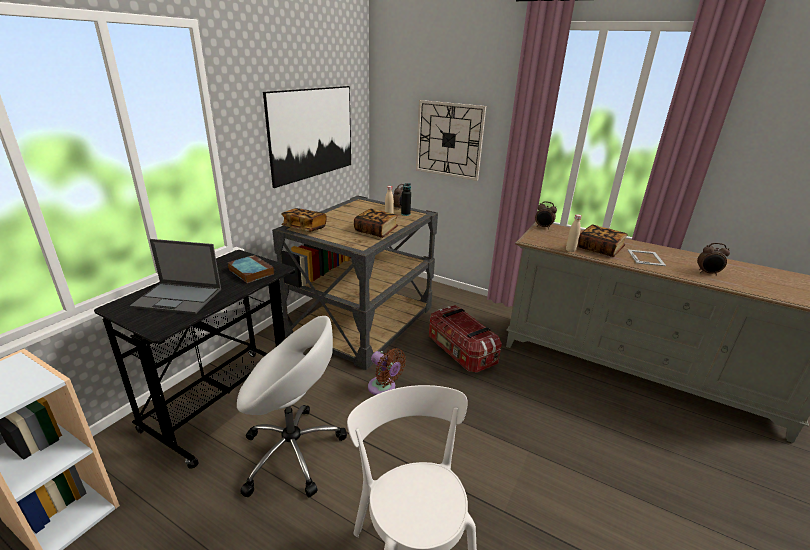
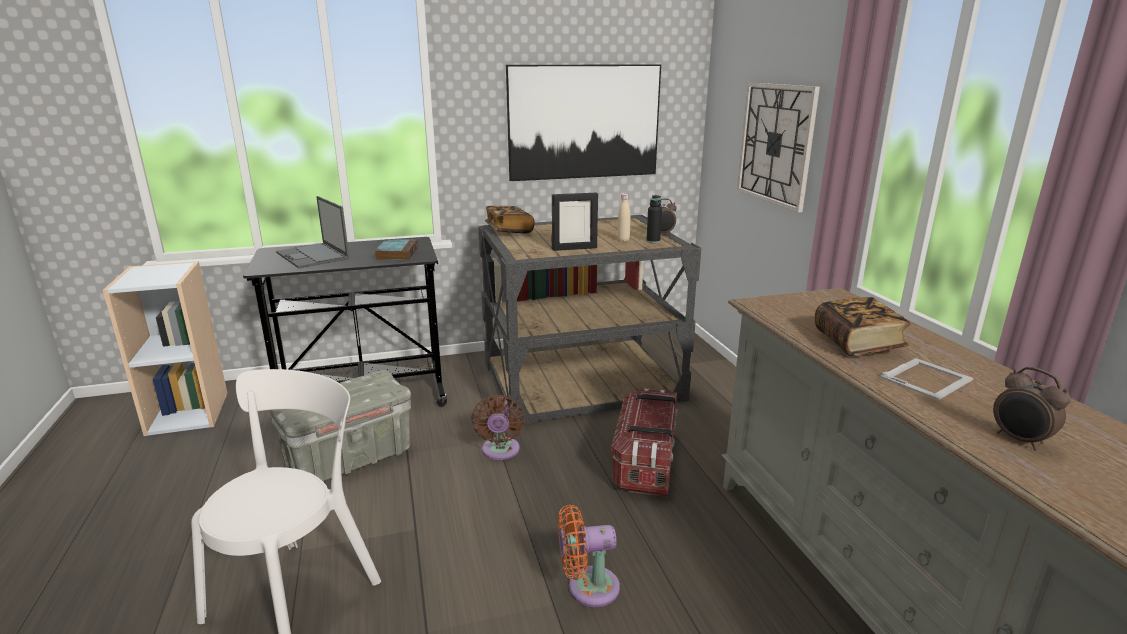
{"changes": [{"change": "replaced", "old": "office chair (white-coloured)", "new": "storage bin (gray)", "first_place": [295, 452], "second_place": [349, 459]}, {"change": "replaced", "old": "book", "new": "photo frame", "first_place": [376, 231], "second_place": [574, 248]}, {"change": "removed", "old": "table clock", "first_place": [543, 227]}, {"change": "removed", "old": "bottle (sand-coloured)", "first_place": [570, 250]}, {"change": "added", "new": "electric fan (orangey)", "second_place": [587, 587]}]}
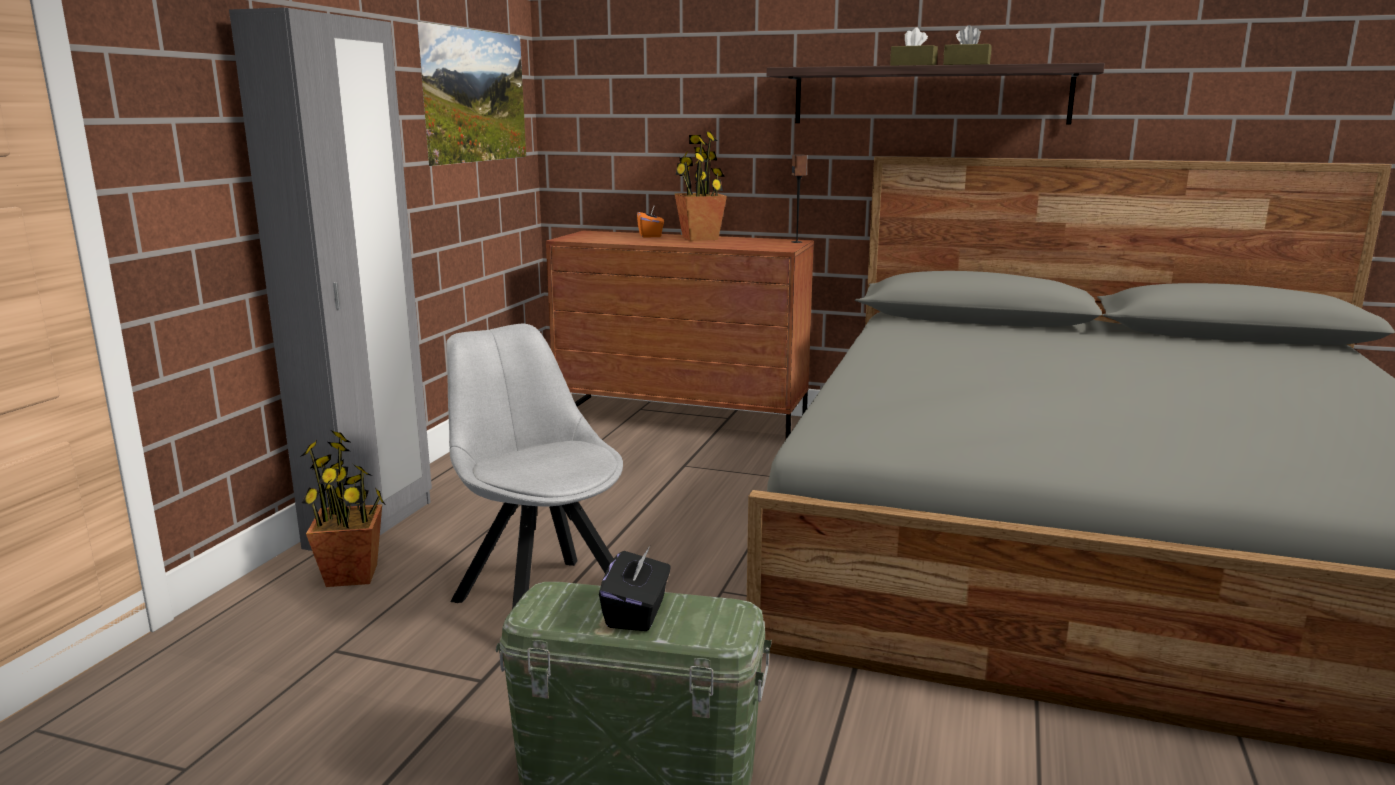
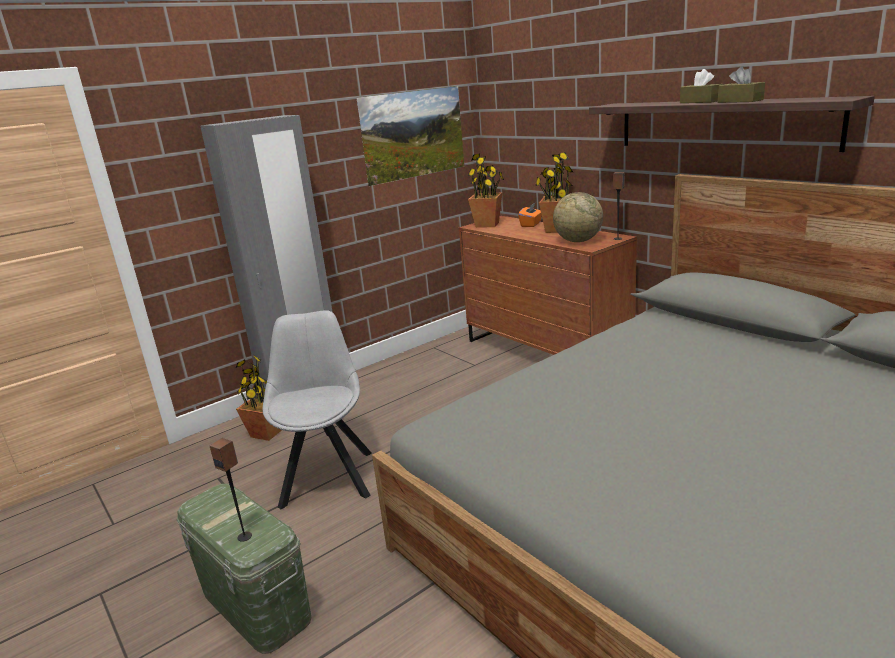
{"changes": [{"change": "removed", "old": "tissue box (black)", "first_place": [637, 613]}, {"change": "added", "new": "loudspeaker", "second_place": [245, 536]}, {"change": "added", "new": "potted plant", "second_place": [487, 224]}, {"change": "added", "new": "world globe", "second_place": [578, 241]}]}
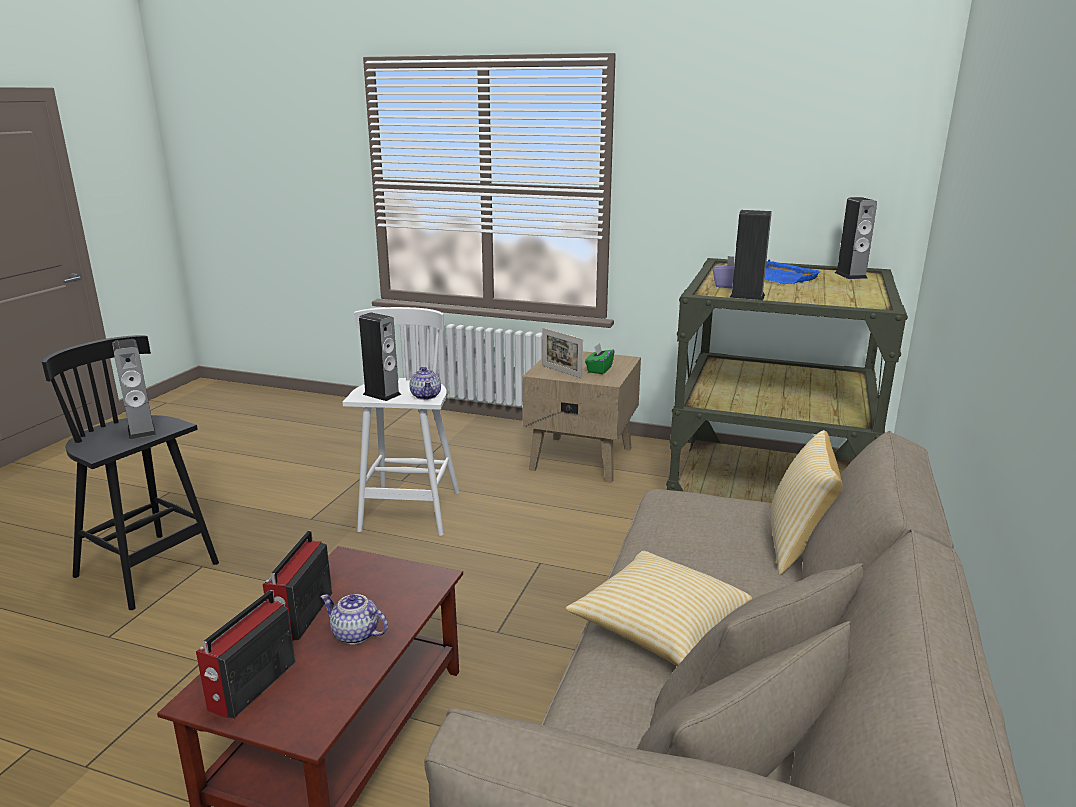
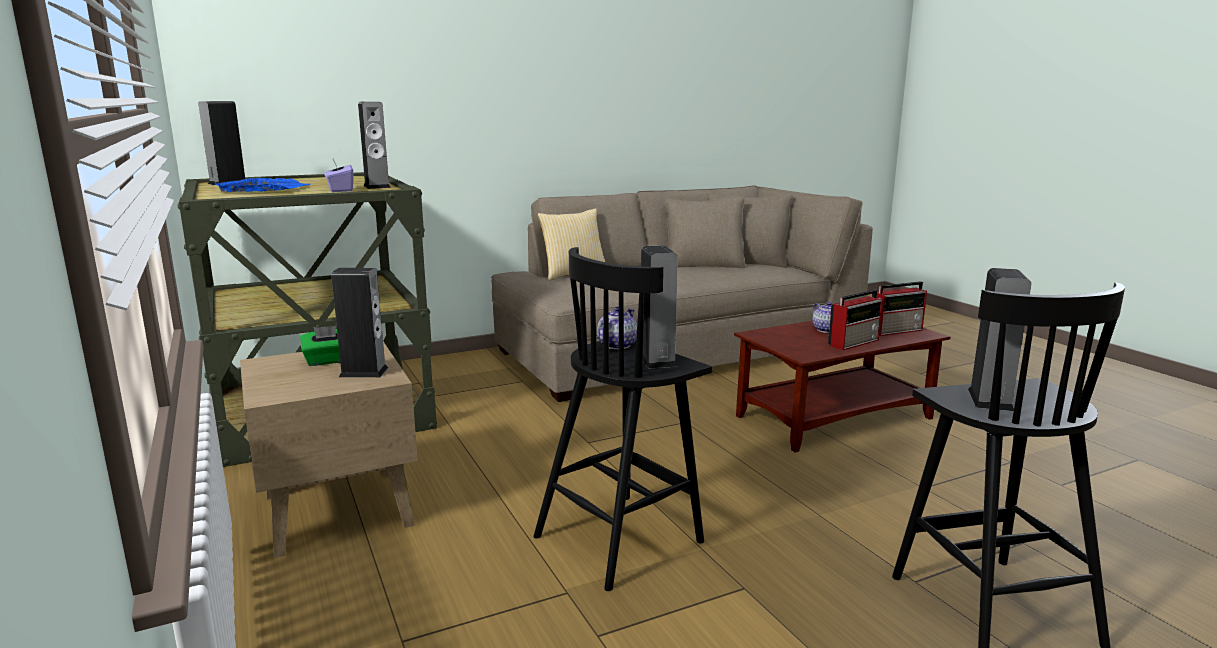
{"changes": [{"change": "recoloured", "old": "stool (white-coloured)", "new": "stool (black)", "first_place": [410, 513], "second_place": [622, 536]}, {"change": "replaced", "old": "photo frame", "new": "loudspeaker", "first_place": [561, 371], "second_place": [363, 372]}, {"change": "removed", "old": "throw pillow", "first_place": [659, 626]}]}
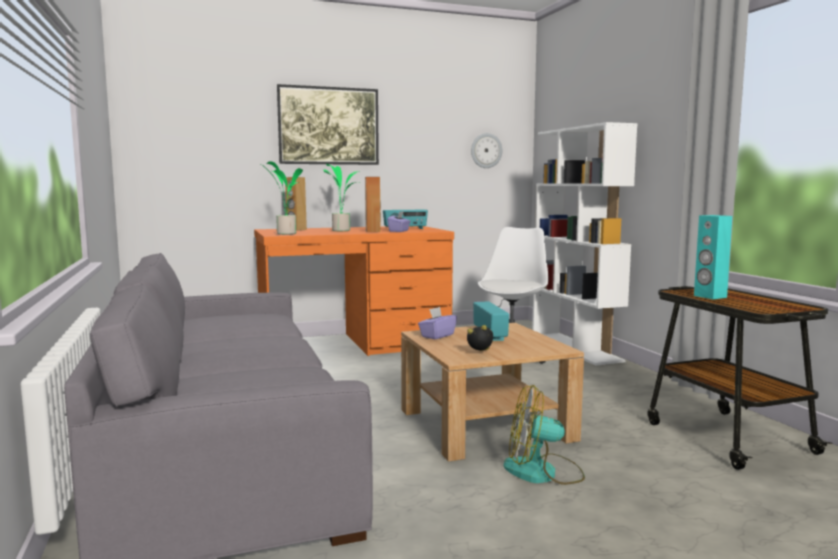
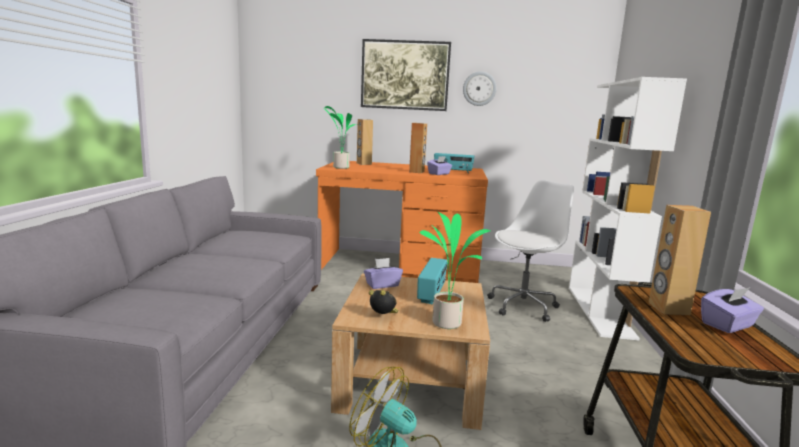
{"changes": [{"change": "moved", "old": "potted plant", "first_place": [341, 230], "second_place": [447, 322]}, {"change": "moved", "old": "wall clock", "first_place": [486, 150], "second_place": [479, 88]}, {"change": "recoloured", "old": "loudspeaker (turquoise-coloured)", "new": "loudspeaker (brown)", "first_place": [709, 296], "second_place": [668, 308]}, {"change": "added", "new": "tissue box (purple)", "second_place": [728, 325]}]}
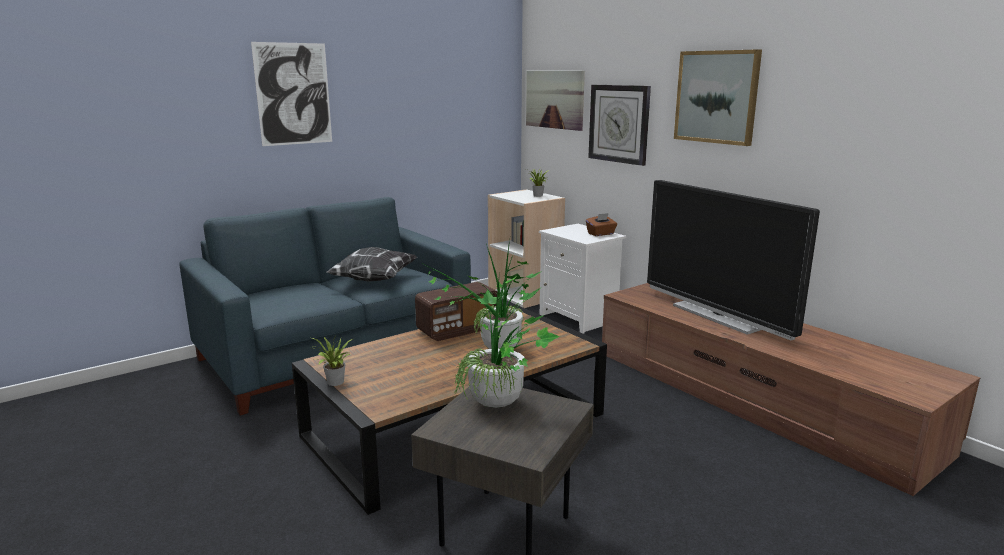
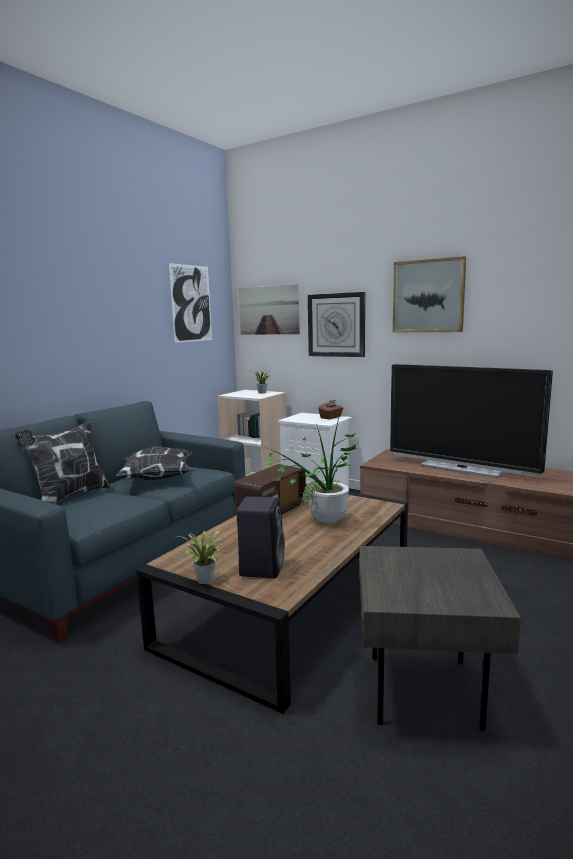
{"changes": [{"change": "moved", "old": "picture", "first_place": [293, 94], "second_place": [191, 303]}, {"change": "removed", "old": "potted plant", "first_place": [501, 407]}, {"change": "added", "new": "throw pillow", "second_place": [70, 497]}, {"change": "added", "new": "loudspeaker (black)", "second_place": [262, 567]}]}
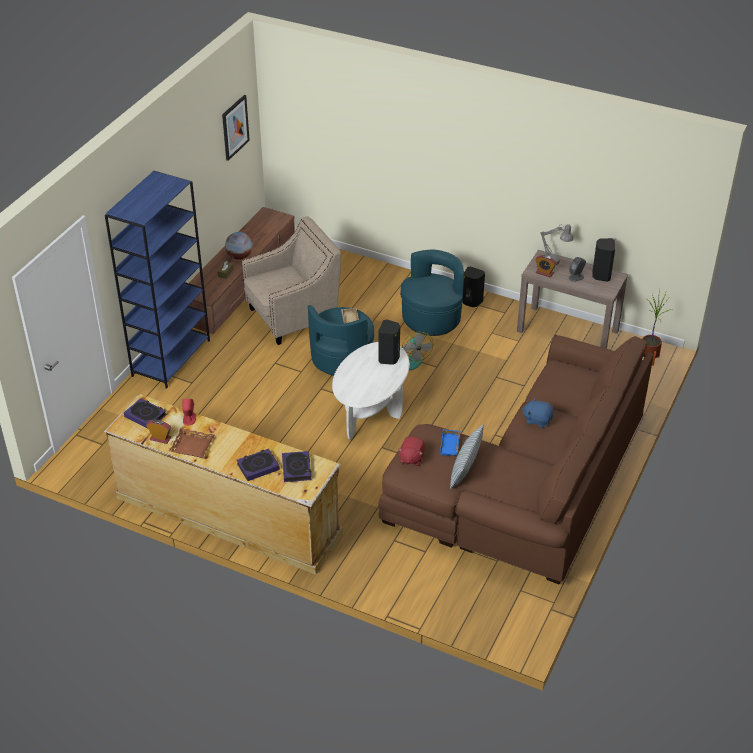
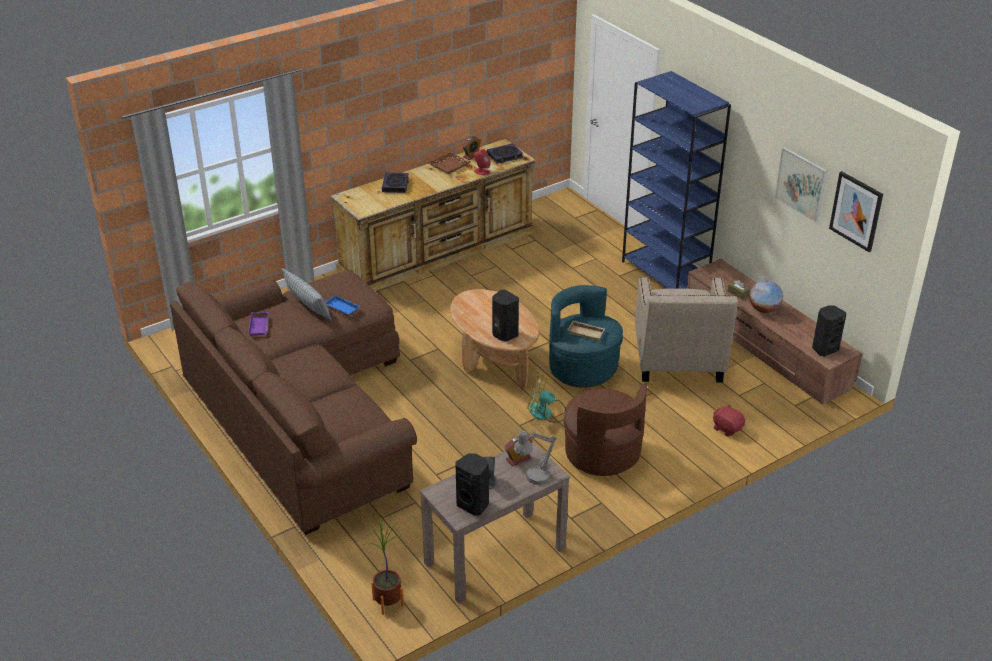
{"changes": [{"change": "removed", "old": "book", "first_place": [296, 469]}, {"change": "recoloured", "old": "coffee table (white-coloured)", "new": "coffee table (brown)", "first_place": [371, 409], "second_place": [494, 360]}, {"change": "moved", "old": "soft toy (reddish)", "first_place": [411, 458], "second_place": [727, 428]}, {"change": "recoloured", "old": "lounge chair (turquoise-coloured)", "new": "lounge chair (brown)", "first_place": [431, 319], "second_place": [602, 453]}, {"change": "moved", "old": "loudspeaker (black)", "first_place": [471, 302], "second_place": [824, 349]}, {"change": "removed", "old": "soft toy (blue)", "first_place": [537, 420]}, {"change": "added", "new": "carrying tray (purple)", "second_place": [260, 326]}, {"change": "added", "new": "picture", "second_place": [801, 184]}]}
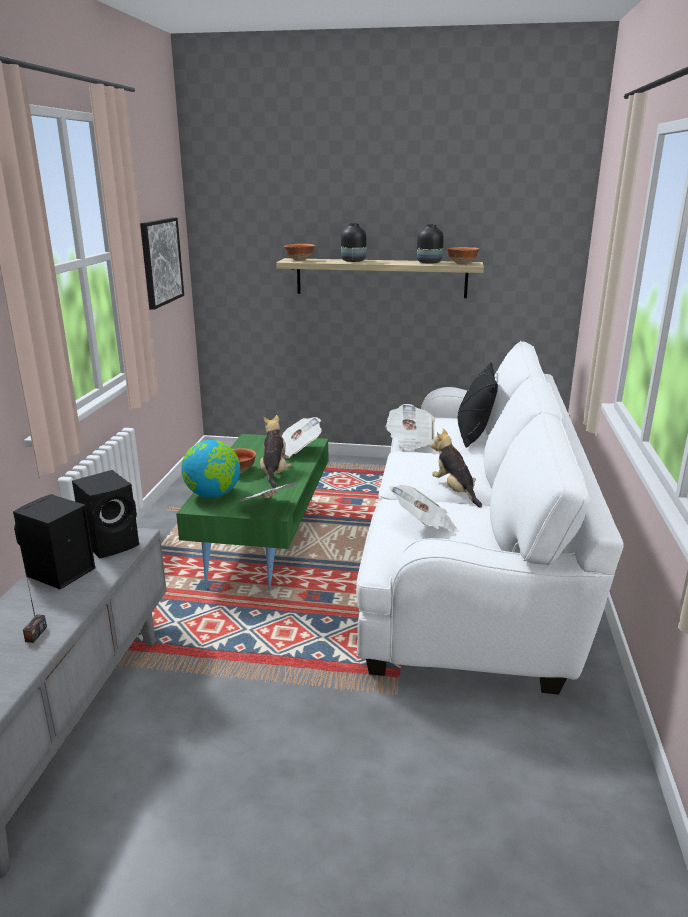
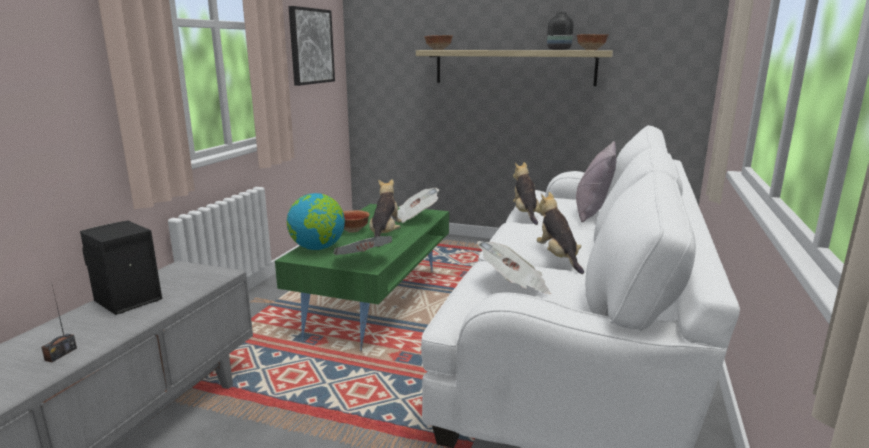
{"changes": [{"change": "removed", "old": "loudspeaker (black)", "first_place": [112, 543]}, {"change": "removed", "old": "vase (black)", "first_place": [353, 261]}, {"change": "replaced", "old": "newspaper", "new": "soft toy", "first_place": [410, 441], "second_place": [526, 214]}, {"change": "recoloured", "old": "throw pillow (black)", "new": "throw pillow (purple)", "first_place": [473, 436], "second_place": [592, 214]}]}
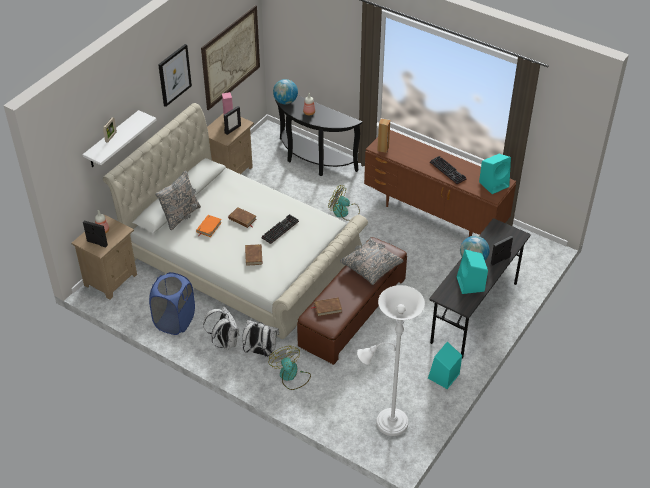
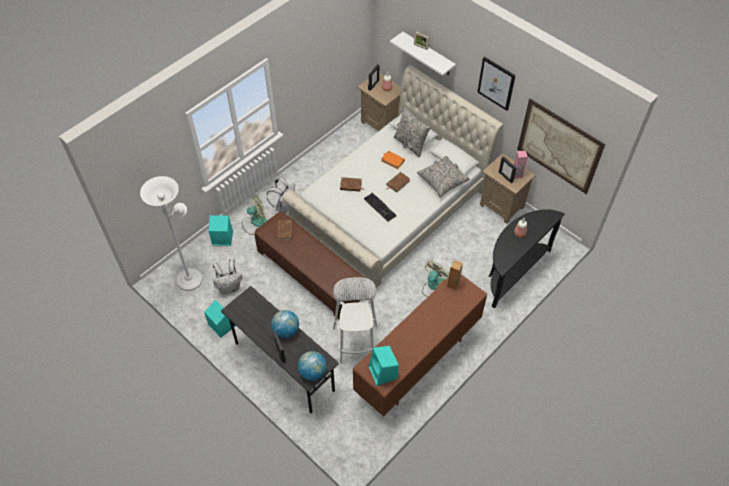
{"changes": [{"change": "removed", "old": "hamper (blue)", "first_place": [175, 321]}, {"change": "moved", "old": "rucksack (white-coloured)", "first_place": [225, 342], "second_place": [230, 287]}, {"change": "moved", "old": "world globe", "first_place": [285, 101], "second_place": [312, 372]}, {"change": "moved", "old": "throw pillow (gray)", "first_place": [371, 267], "second_place": [442, 181]}, {"change": "removed", "old": "keyboard", "first_place": [449, 171]}, {"change": "moved", "old": "loudspeaker (turquoise-coloured)", "first_place": [471, 284], "second_place": [222, 238]}, {"change": "added", "new": "stool (white-coloured)", "second_place": [356, 343]}]}
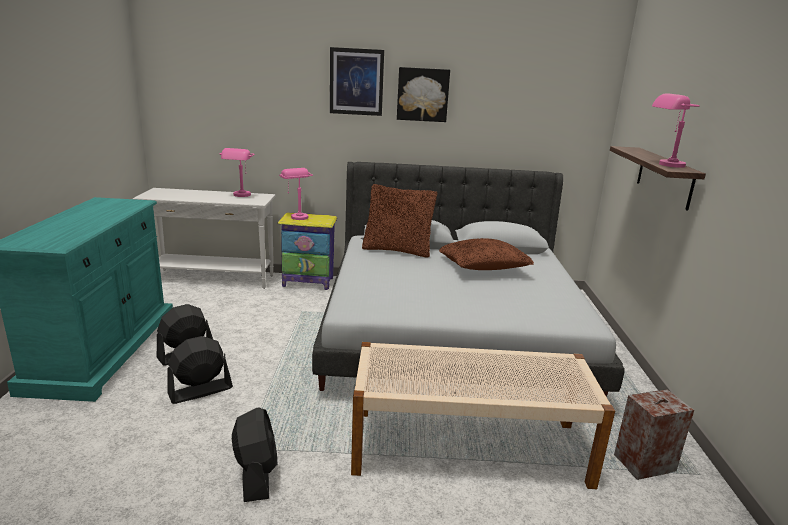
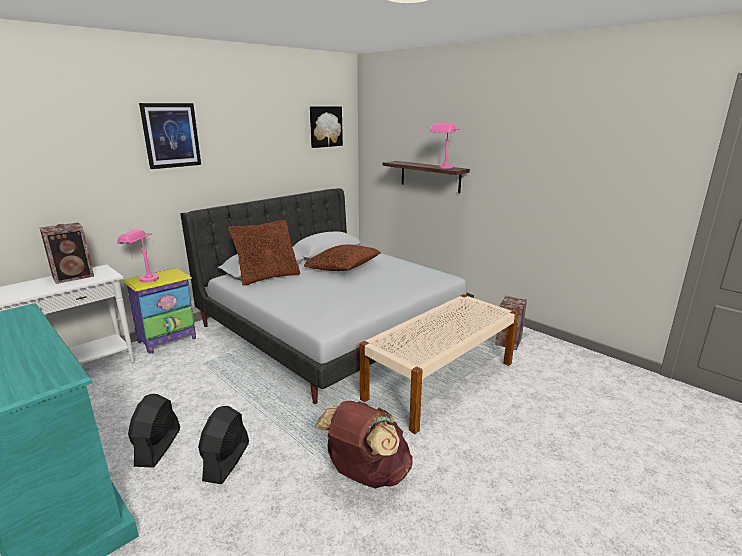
{"changes": [{"change": "replaced", "old": "table lamp (pinkish)", "new": "loudspeaker", "first_place": [240, 196], "second_place": [75, 276]}, {"change": "replaced", "old": "electric fan (black)", "new": "rucksack (brown)", "first_place": [256, 474], "second_place": [366, 475]}, {"change": "moved", "old": "picture", "first_place": [422, 94], "second_place": [325, 126]}]}
